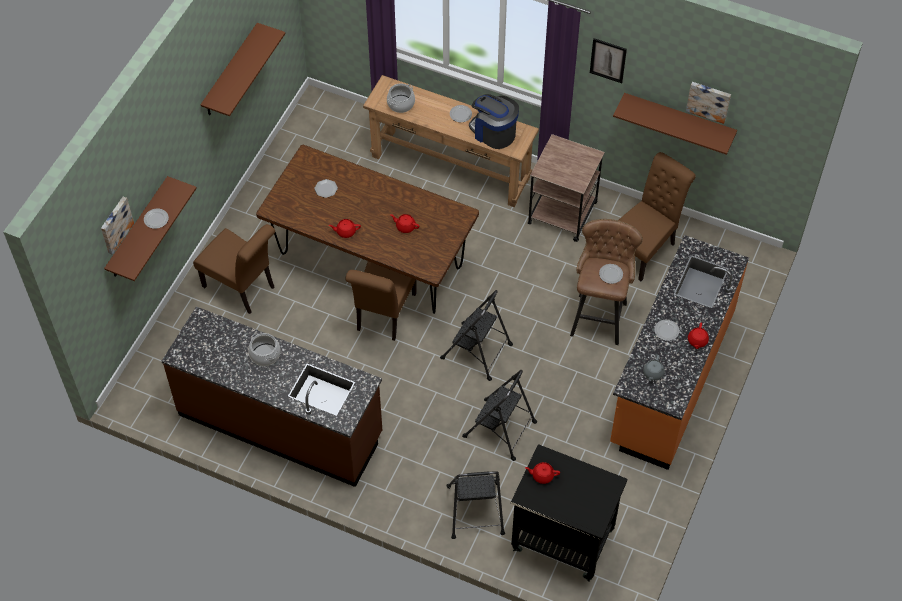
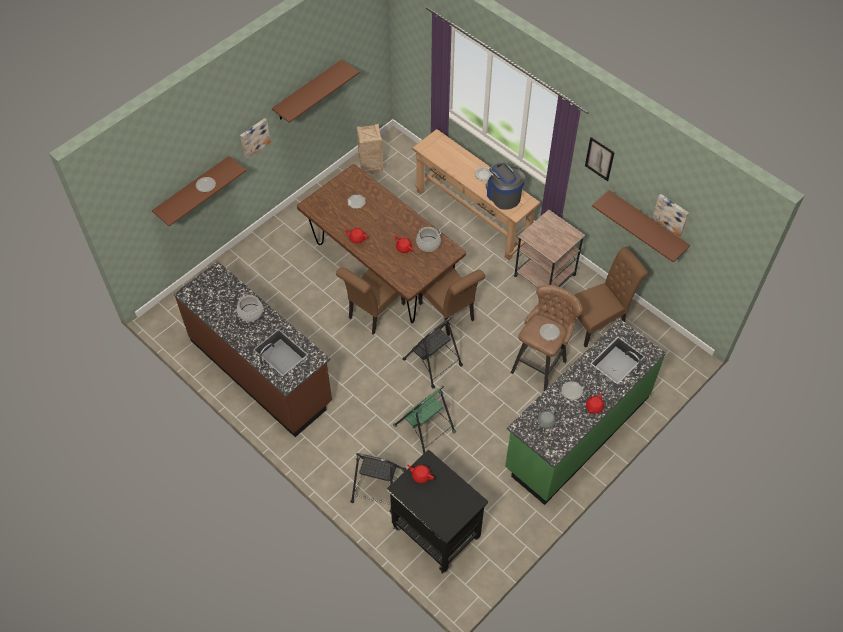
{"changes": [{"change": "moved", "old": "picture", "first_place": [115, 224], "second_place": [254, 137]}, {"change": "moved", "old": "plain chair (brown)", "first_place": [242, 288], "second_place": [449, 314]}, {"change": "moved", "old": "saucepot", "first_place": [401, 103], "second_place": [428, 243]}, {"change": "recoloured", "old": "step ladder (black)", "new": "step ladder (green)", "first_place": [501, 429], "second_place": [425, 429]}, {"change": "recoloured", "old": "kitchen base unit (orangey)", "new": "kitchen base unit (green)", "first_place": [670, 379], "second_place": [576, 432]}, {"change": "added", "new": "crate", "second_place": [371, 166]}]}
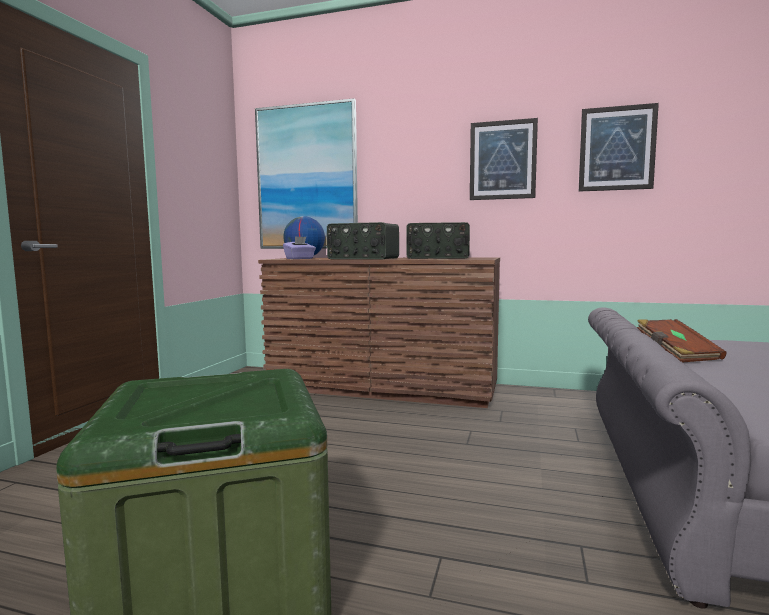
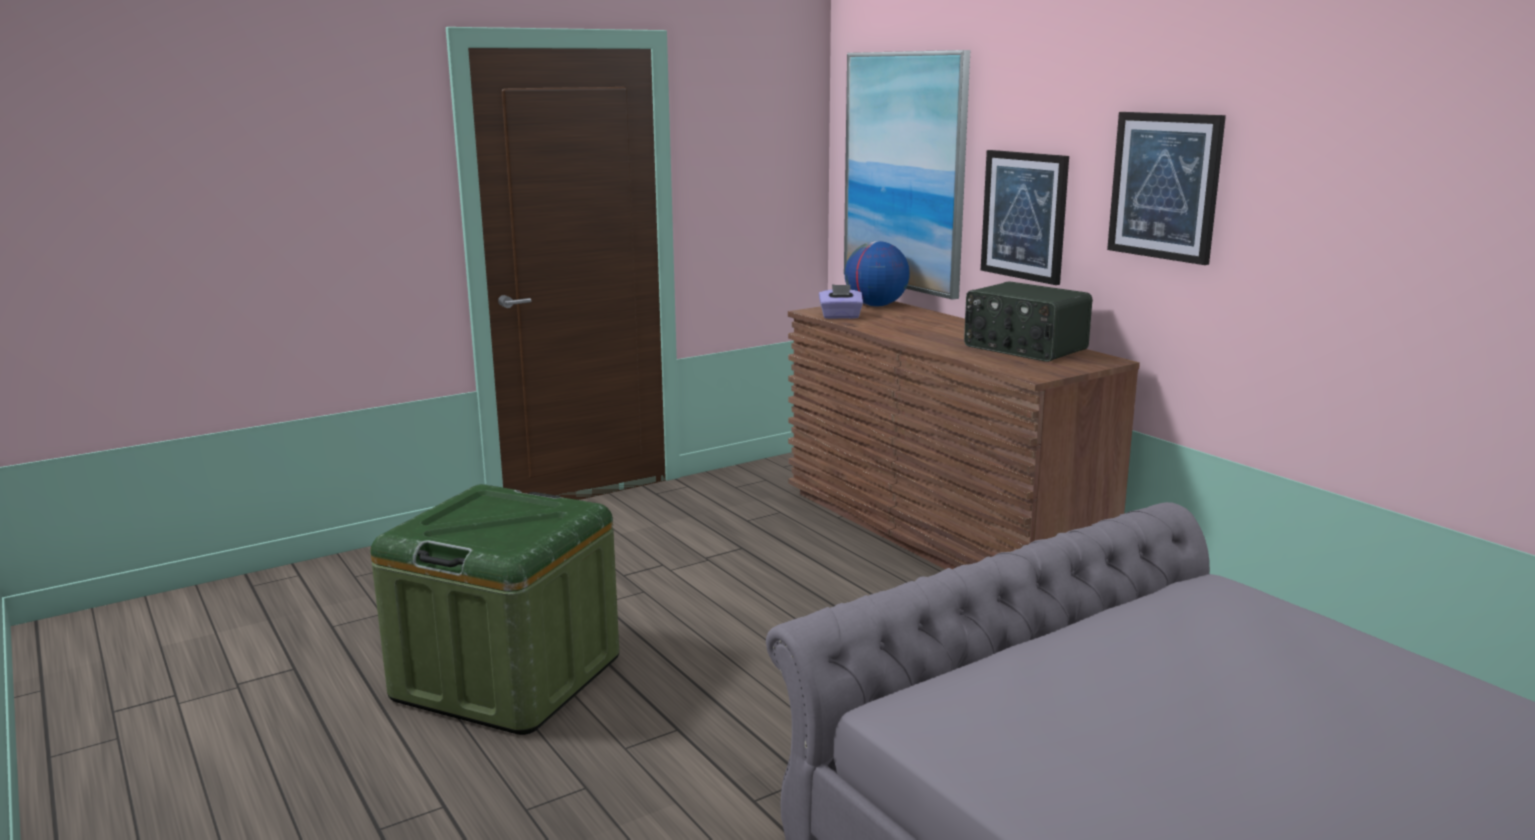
{"changes": [{"change": "removed", "old": "radio", "first_place": [363, 258]}, {"change": "moved", "old": "picture", "first_place": [616, 149], "second_place": [1024, 215]}, {"change": "removed", "old": "book (brown)", "first_place": [676, 354]}]}
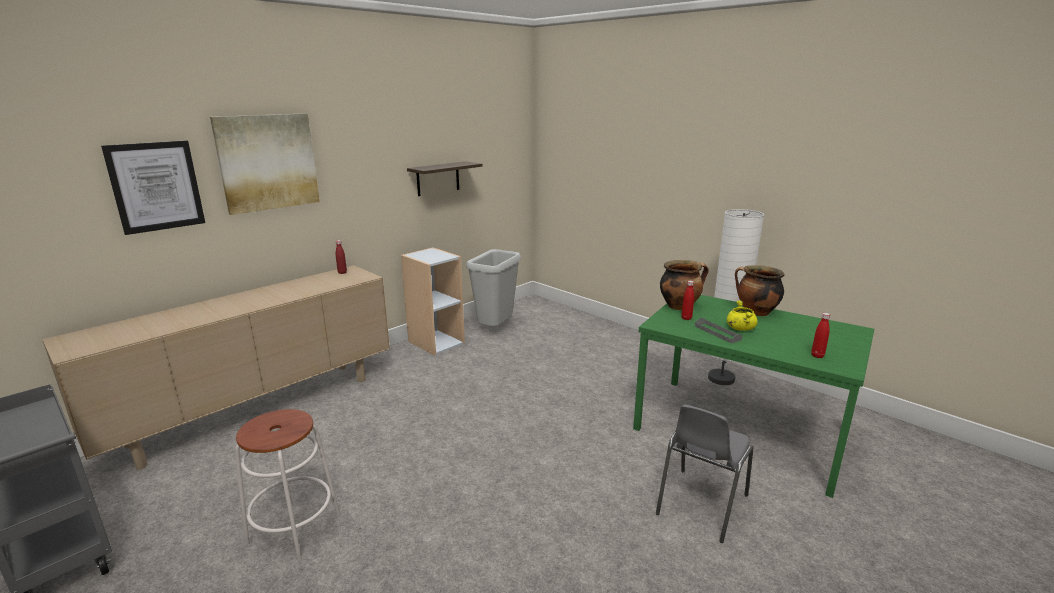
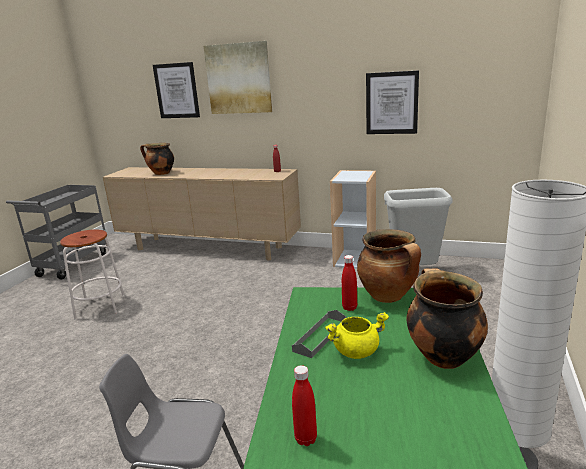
{"changes": [{"change": "replaced", "old": "bracket shelf", "new": "picture", "first_place": [438, 178], "second_place": [391, 103]}, {"change": "added", "new": "saucepot", "second_place": [161, 173]}]}
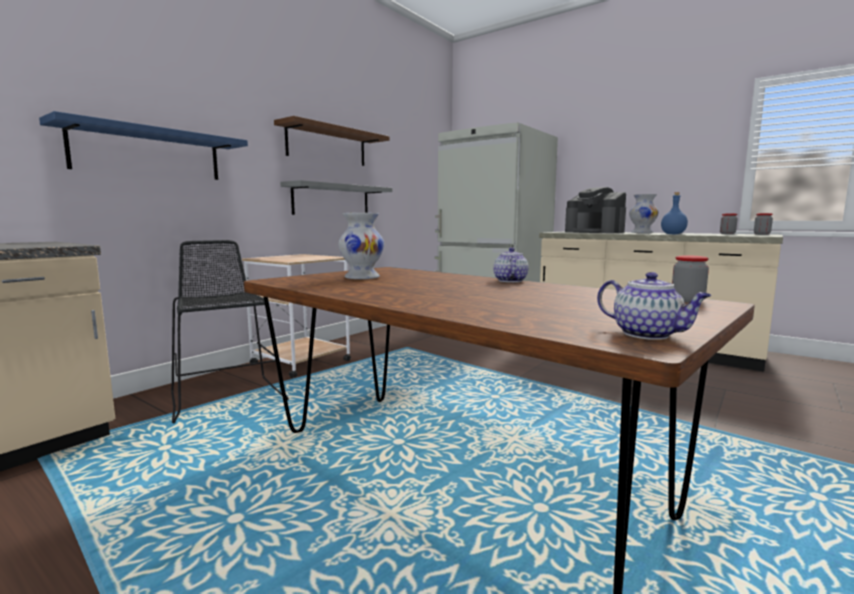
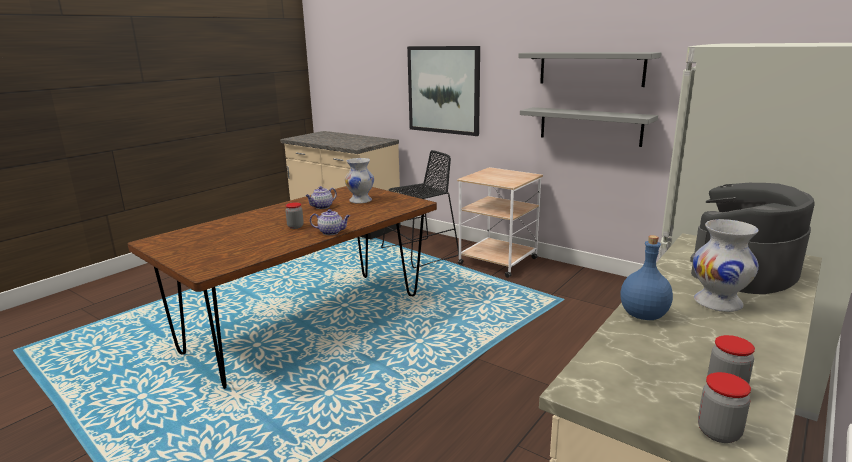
{"changes": [{"change": "replaced", "old": "bracket shelf (blue)", "new": "picture", "first_place": [149, 153], "second_place": [443, 90]}, {"change": "recoloured", "old": "bracket shelf (brown)", "new": "bracket shelf (gray)", "first_place": [327, 145], "second_place": [591, 68]}, {"change": "moved", "old": "tea pot", "first_place": [648, 334], "second_place": [322, 207]}, {"change": "moved", "old": "storage jar", "first_place": [687, 300], "second_place": [295, 226]}]}
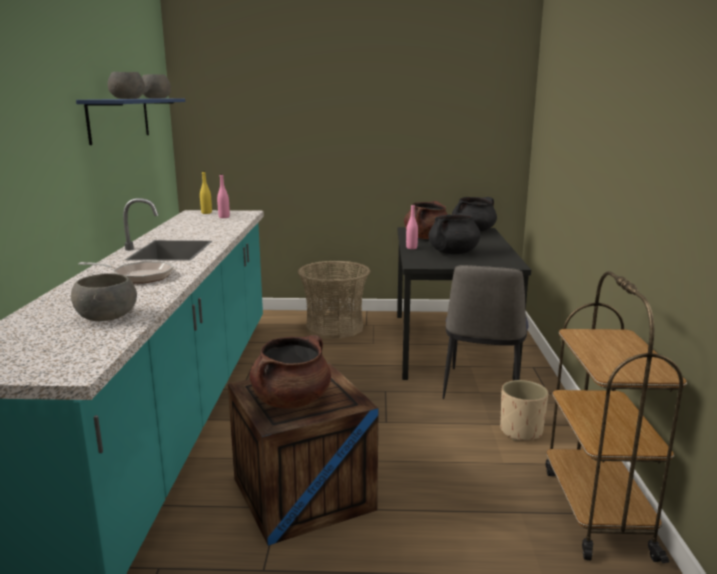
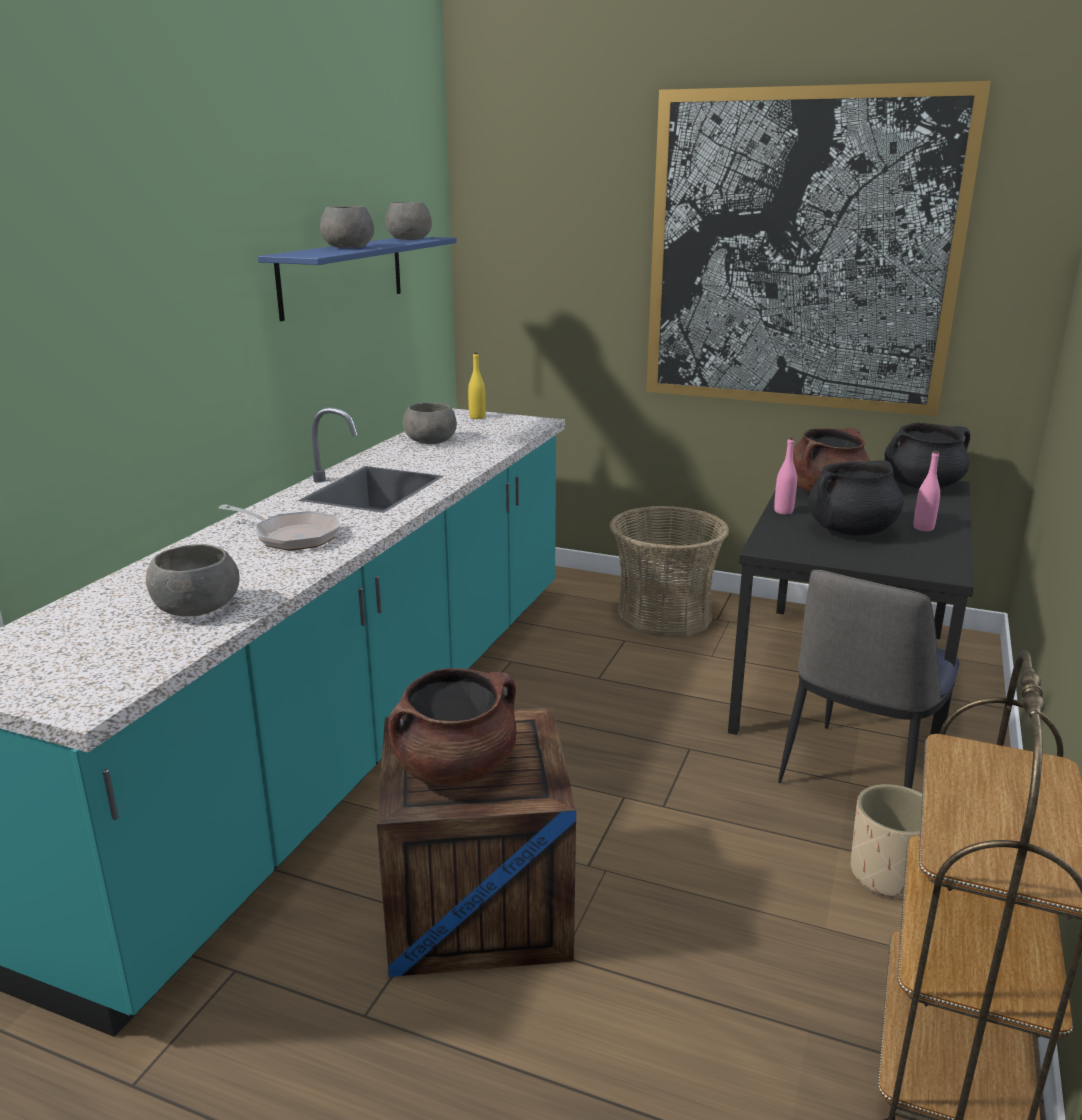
{"changes": [{"change": "moved", "old": "bottle (pinkish)", "first_place": [224, 217], "second_place": [923, 528]}, {"change": "added", "new": "bowl (gray)", "second_place": [431, 441]}, {"change": "added", "new": "picture", "second_place": [801, 252]}]}
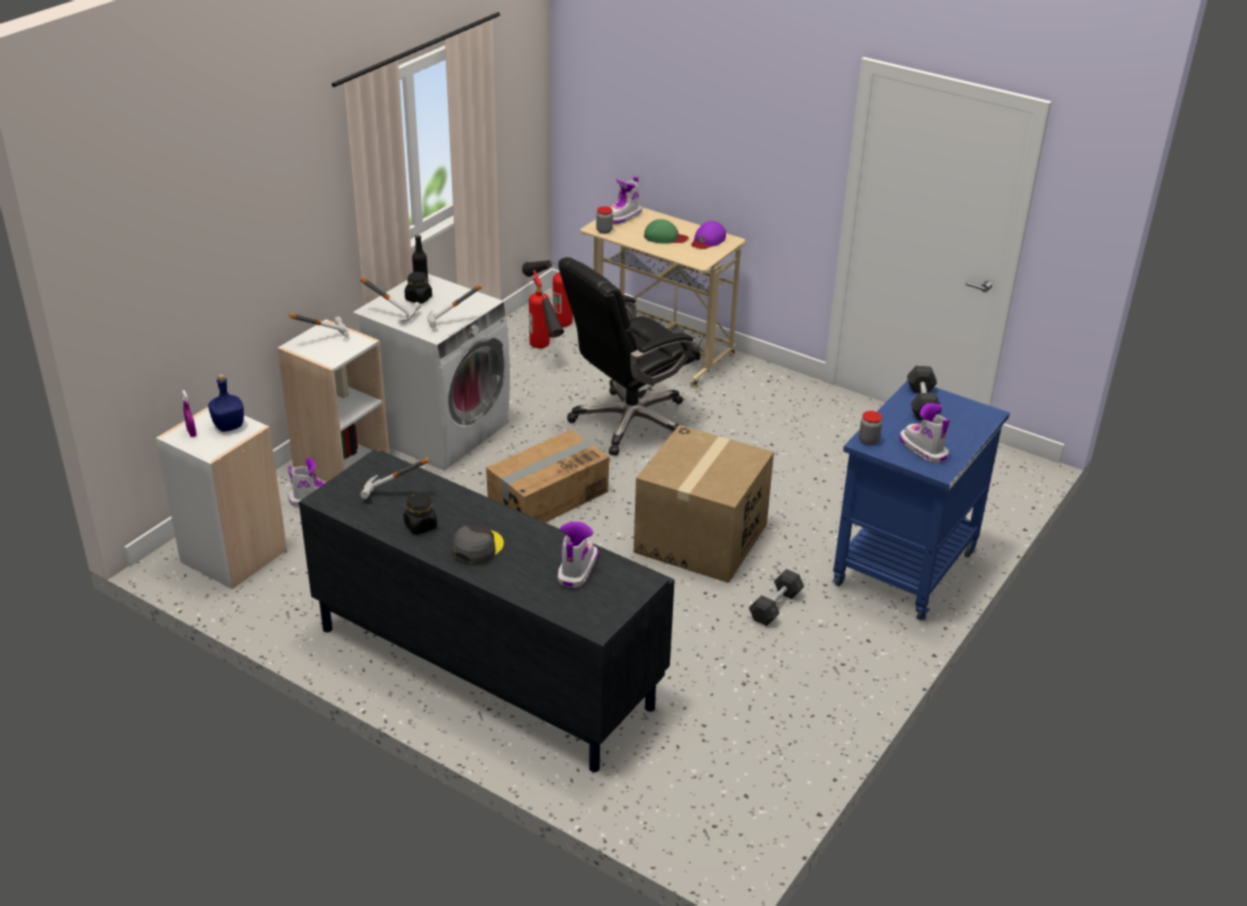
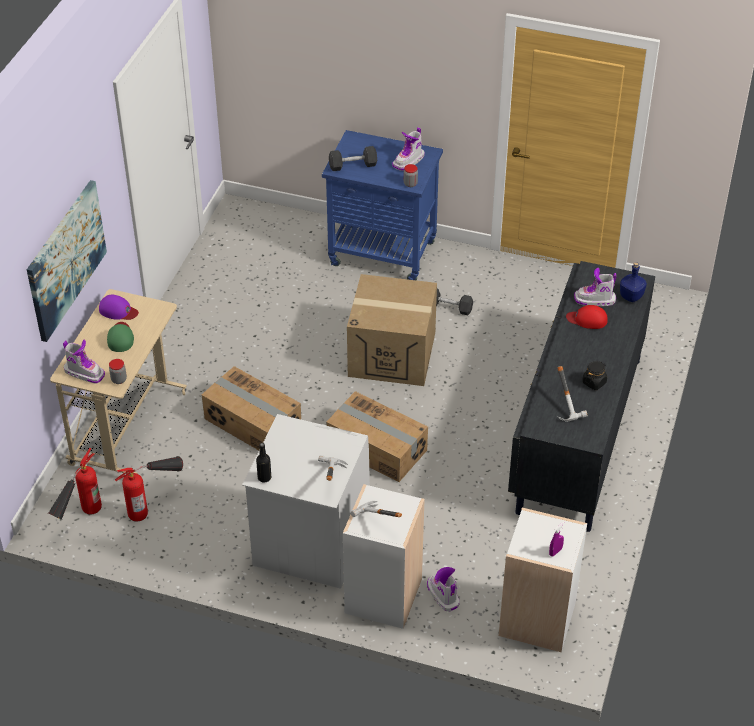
{"changes": [{"change": "moved", "old": "bottle (blue)", "first_place": [229, 426], "second_place": [631, 296]}, {"change": "removed", "old": "storage jar (black)", "first_place": [418, 298]}, {"change": "removed", "old": "tool hammer", "first_place": [452, 324]}, {"change": "removed", "old": "peaked cap (gray)", "first_place": [477, 548]}, {"change": "replaced", "old": "office chair (black)", "new": "carton", "first_place": [629, 422], "second_place": [252, 423]}, {"change": "added", "new": "picture", "second_place": [66, 259]}, {"change": "added", "new": "peaked cap (reddish)", "second_place": [587, 319]}]}
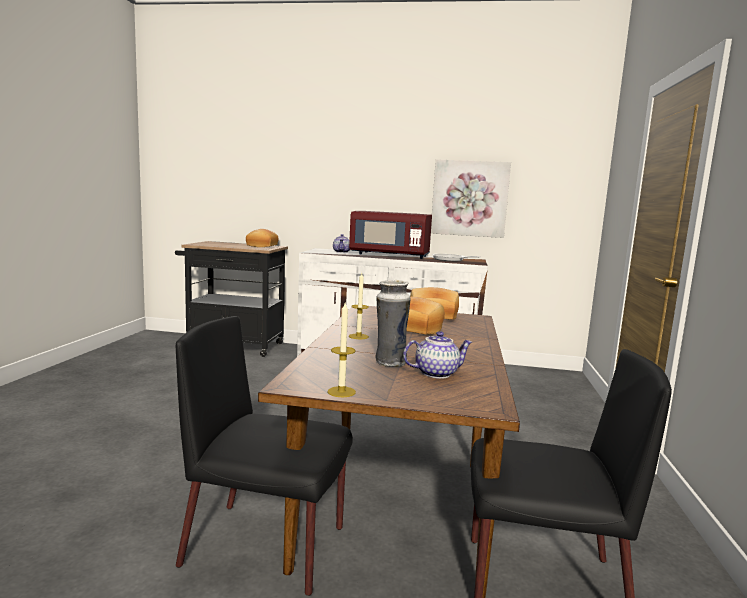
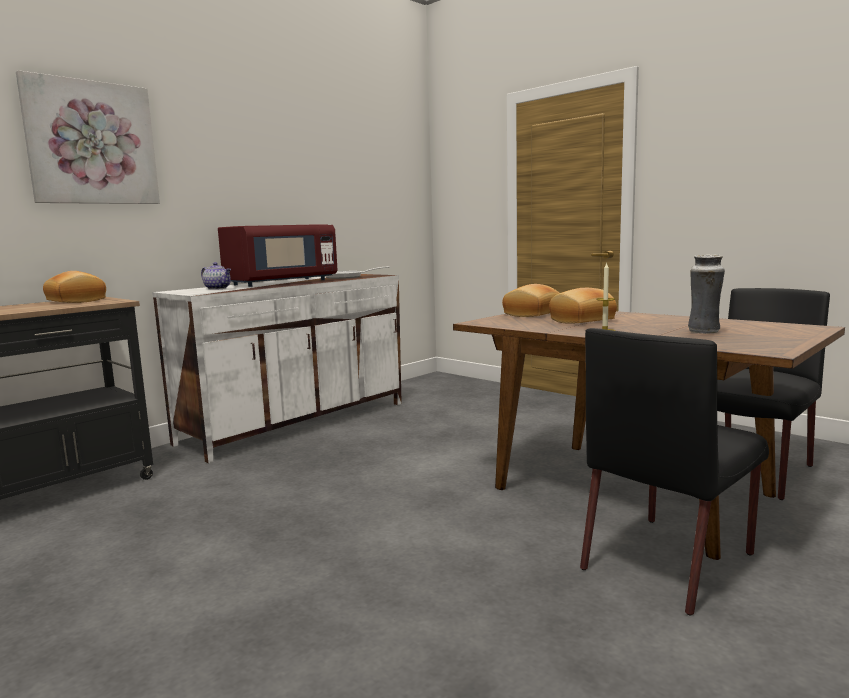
{"changes": [{"change": "removed", "old": "candle", "first_place": [341, 392]}, {"change": "removed", "old": "tea pot", "first_place": [436, 373]}, {"change": "moved", "old": "picture", "first_place": [469, 198], "second_place": [91, 143]}]}
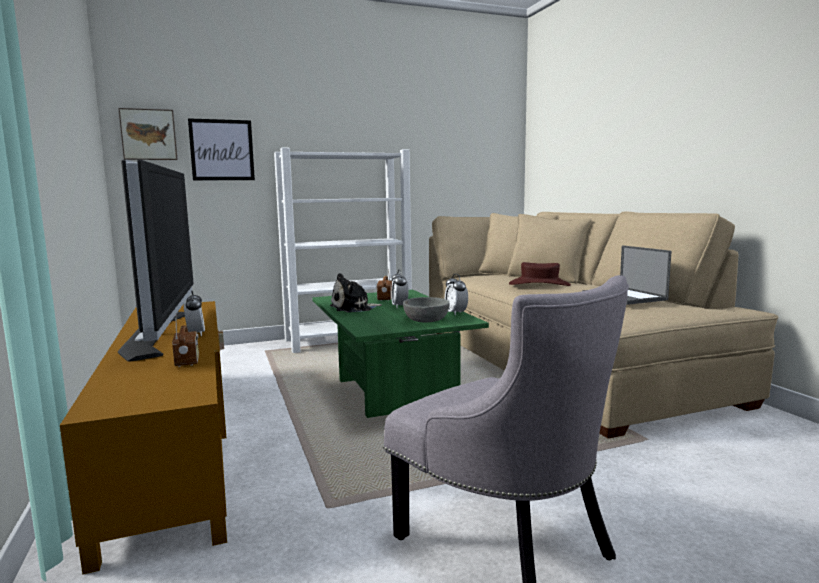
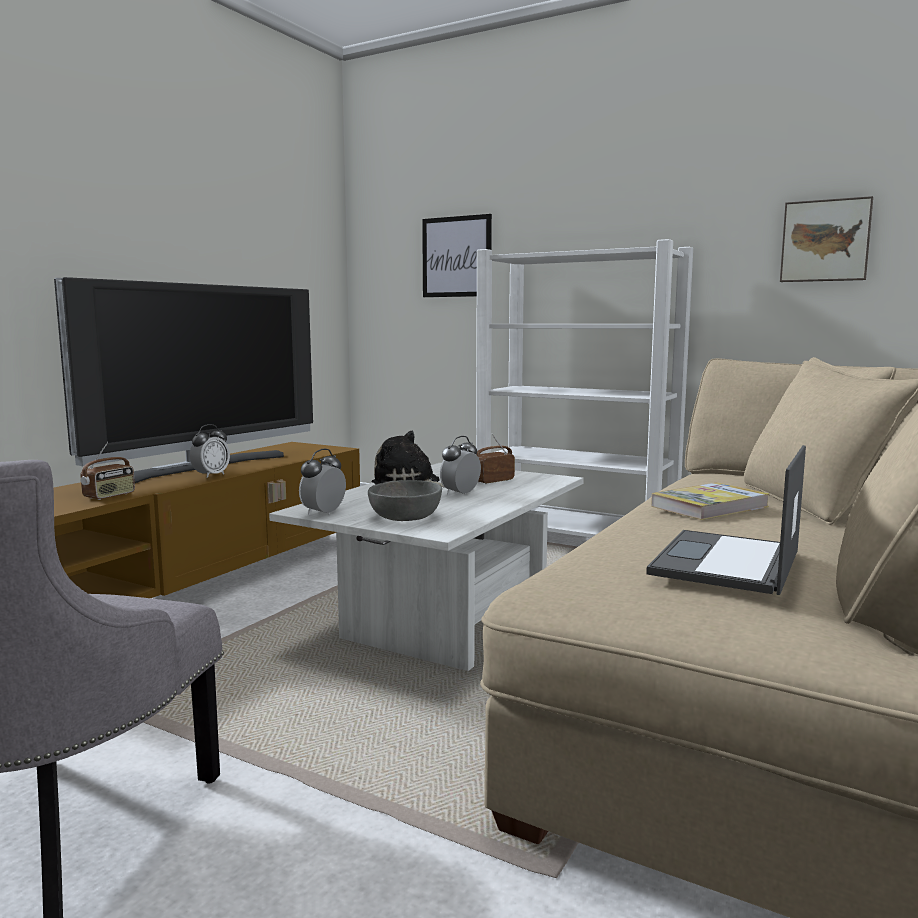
{"changes": [{"change": "moved", "old": "picture", "first_place": [149, 135], "second_place": [825, 241]}, {"change": "recoloured", "old": "coffee table (green)", "new": "coffee table (white-coloured)", "first_place": [391, 392], "second_place": [443, 622]}, {"change": "moved", "old": "table clock", "first_place": [456, 313], "second_place": [323, 513]}, {"change": "replaced", "old": "clothing hat (brown)", "new": "book", "first_place": [539, 284], "second_place": [709, 506]}]}
